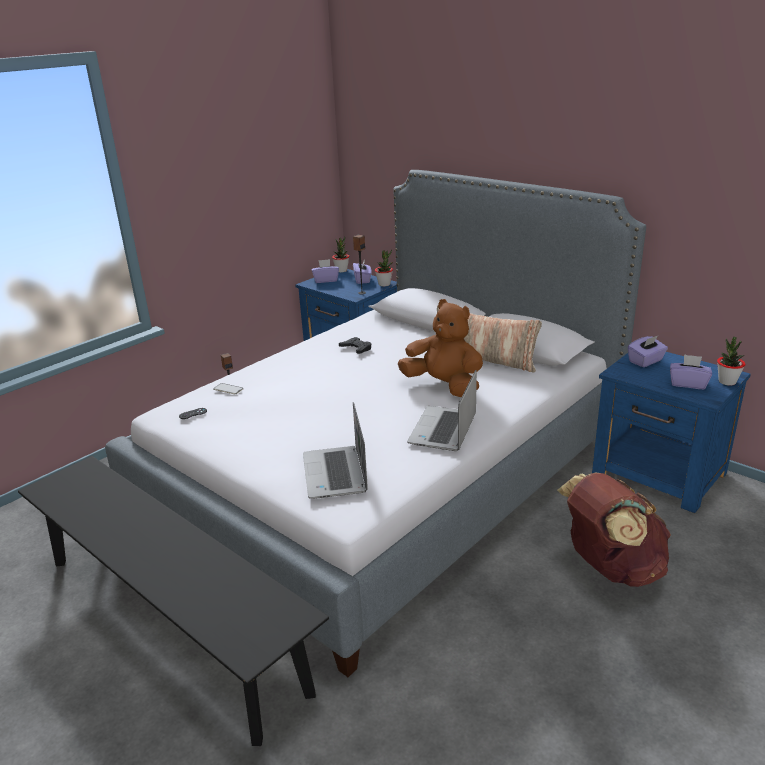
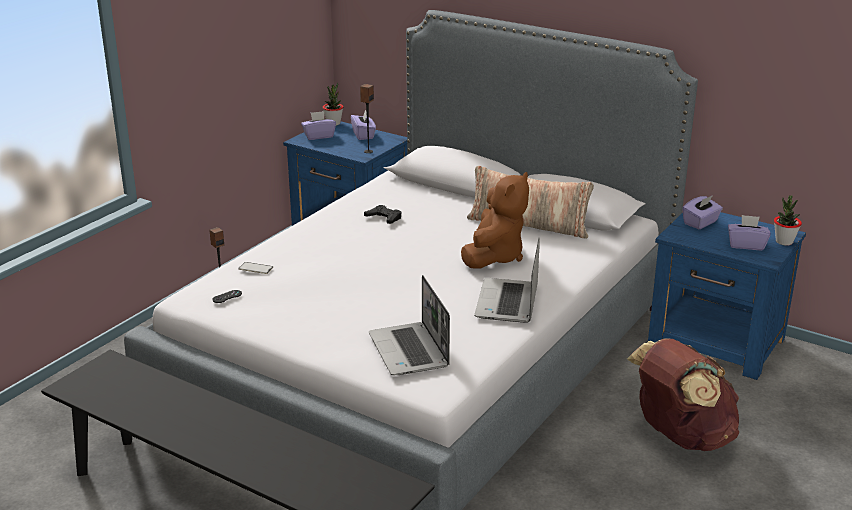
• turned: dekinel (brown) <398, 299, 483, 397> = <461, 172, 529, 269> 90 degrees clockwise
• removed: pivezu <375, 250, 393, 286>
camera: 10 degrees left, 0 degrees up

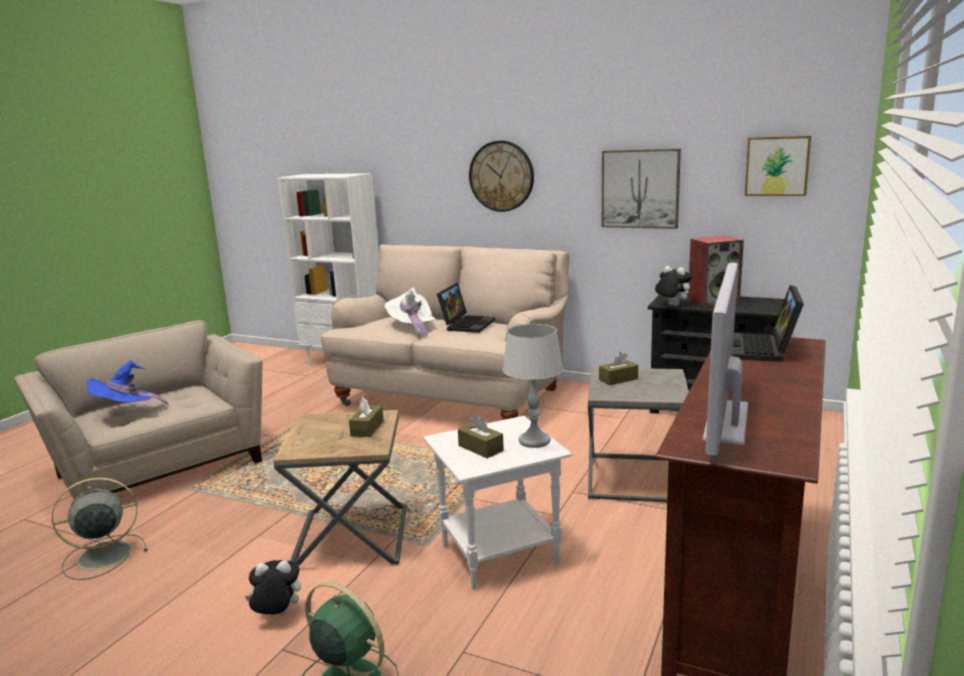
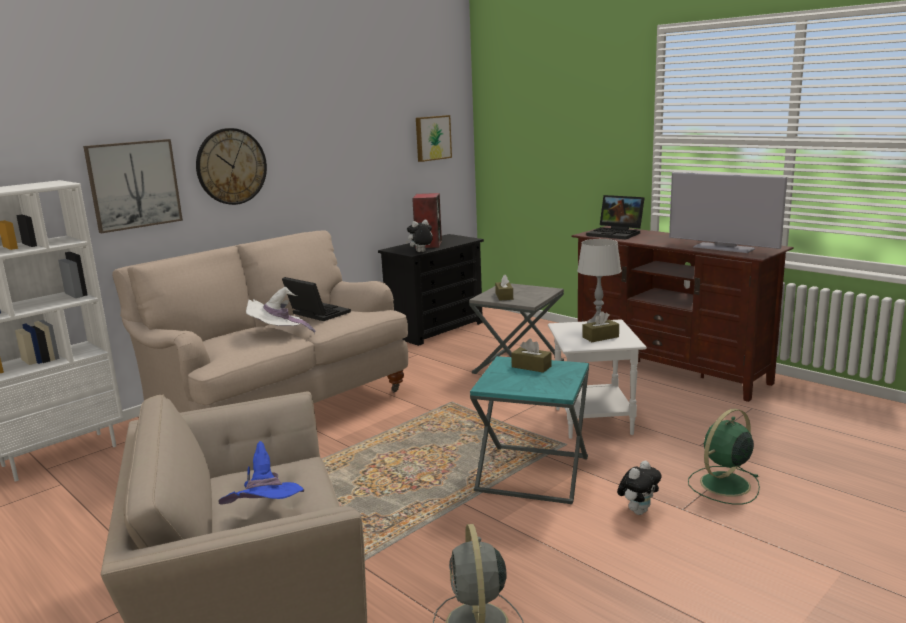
• moved: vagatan <602, 149, 681, 229> to <83, 139, 183, 233>
• recoloured: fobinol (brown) <273, 410, 407, 566> to fobinol (turquoise) <470, 356, 589, 504>
• turned: dekinel <244, 560, 301, 616> = <617, 461, 661, 515> 150 degrees counterclockwise
camera: 70 degrees left, 0 degrees up

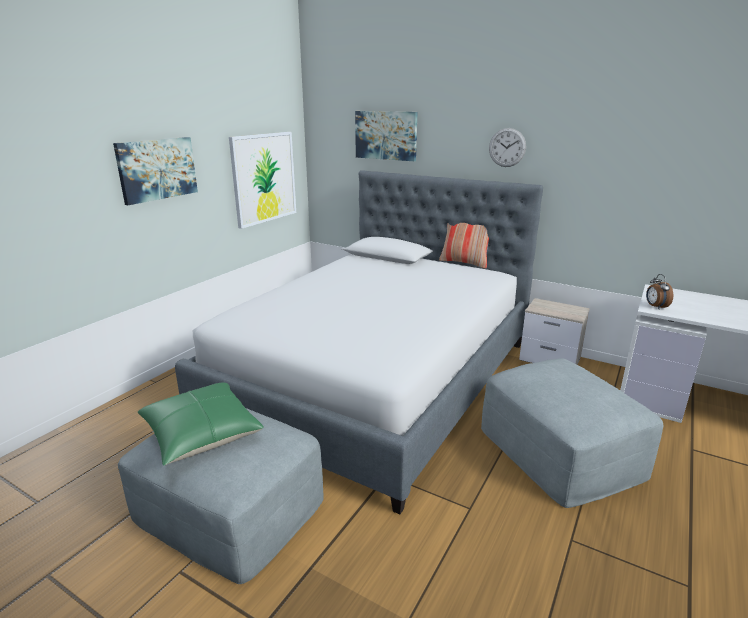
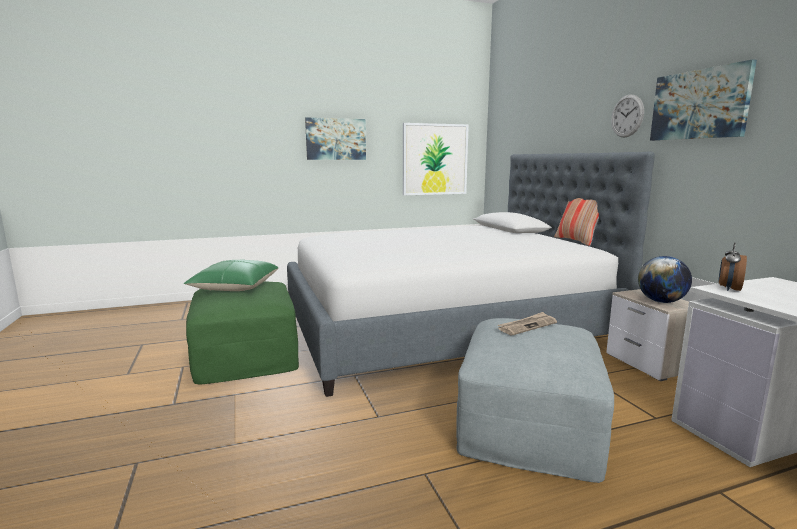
• recoloured: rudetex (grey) <118, 408, 324, 584> to rudetex (green) <186, 281, 299, 384>
• added: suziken <498, 312, 557, 335>
• added: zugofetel <638, 256, 692, 303>
• moved: vagatan <355, 111, 418, 161> to <650, 59, 757, 141>
camera: 40 degrees right, 10 degrees down

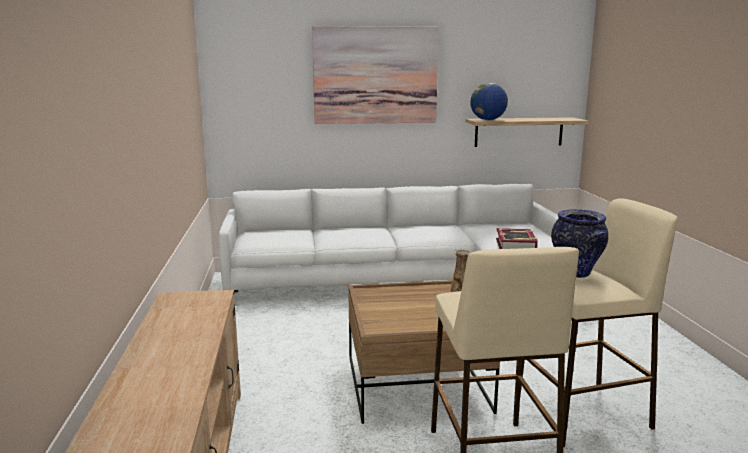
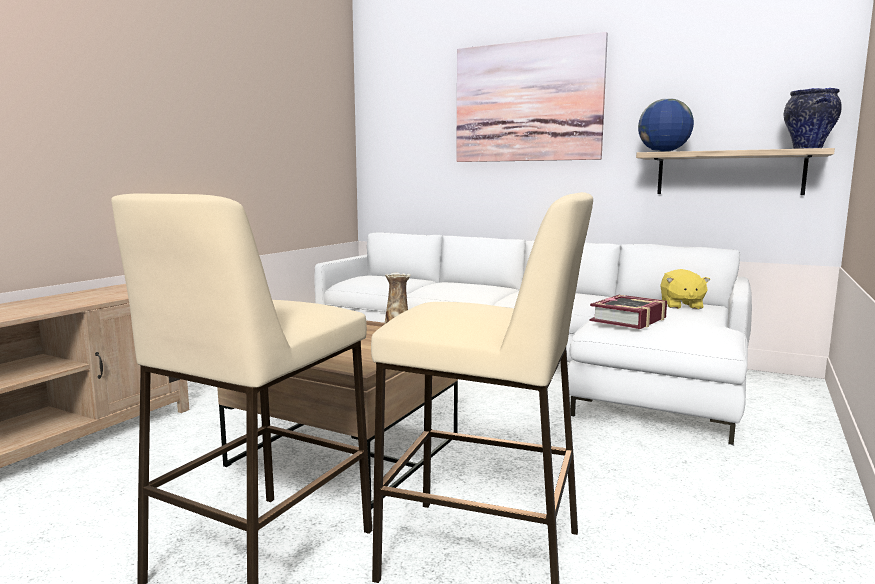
• added: dekinel (yellow) <660, 269, 711, 309>
• moved: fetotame <551, 209, 608, 278> to <783, 88, 842, 149>
camera: 35 degrees right, 5 degrees down

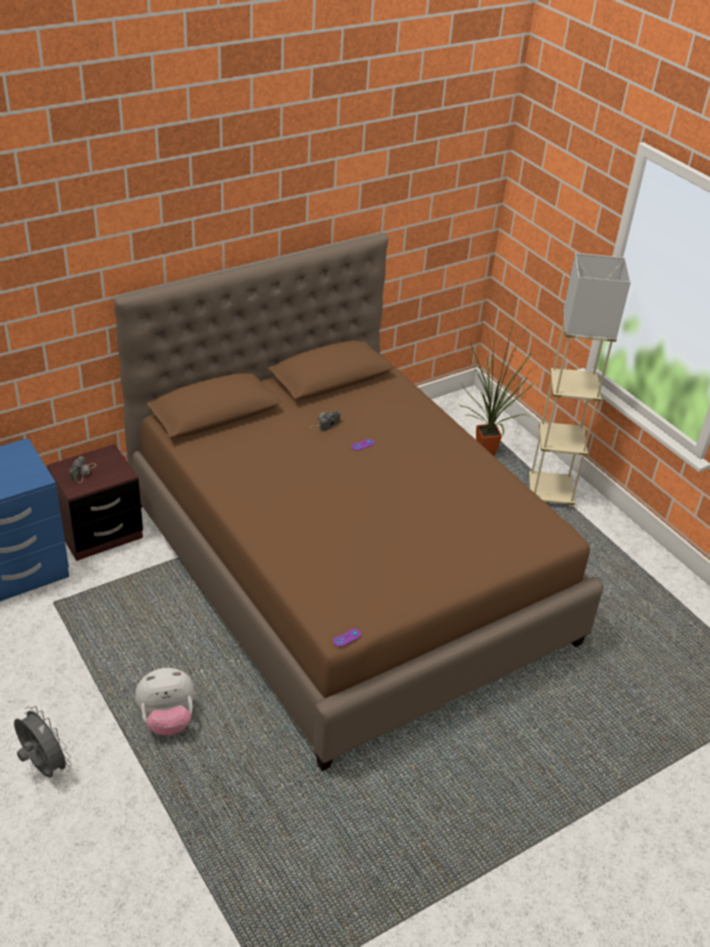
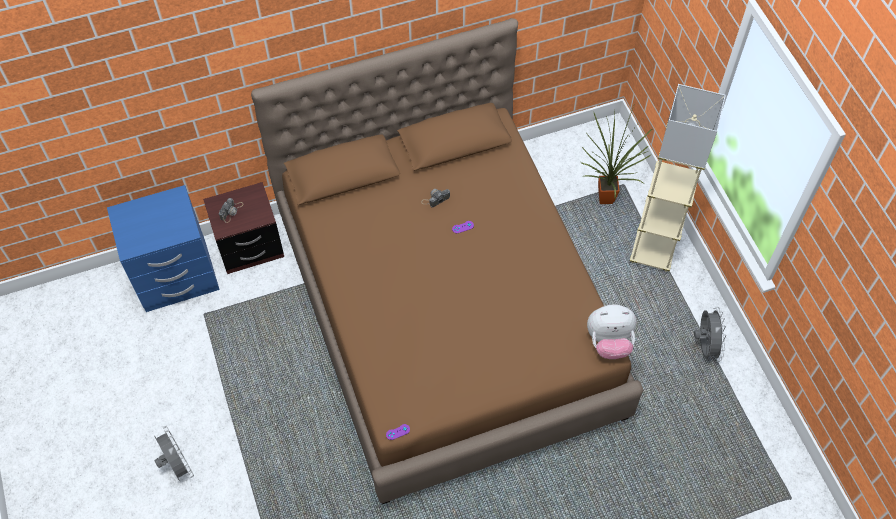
• moved: dekinel <135, 668, 194, 736> to <587, 305, 637, 359>
• added: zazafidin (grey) <694, 307, 726, 362>
camera: 15 degrees right, 20 degrees up

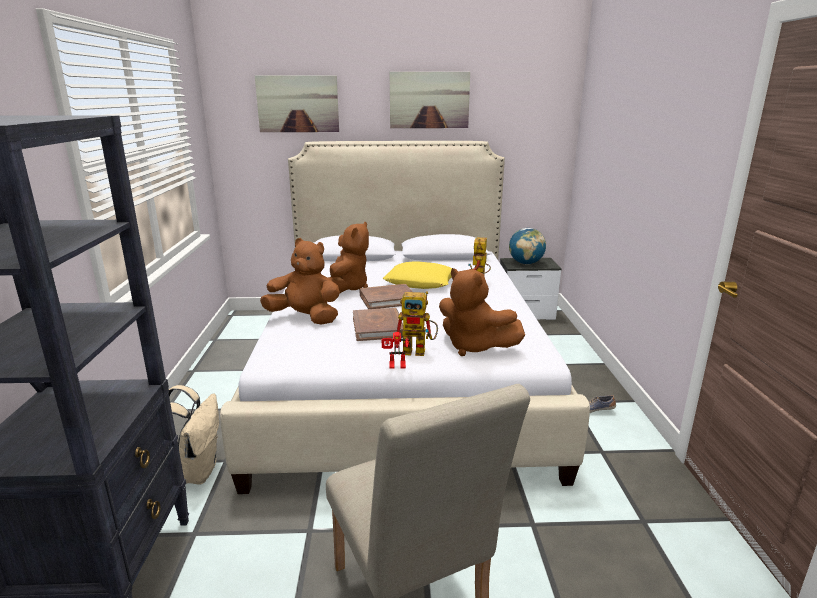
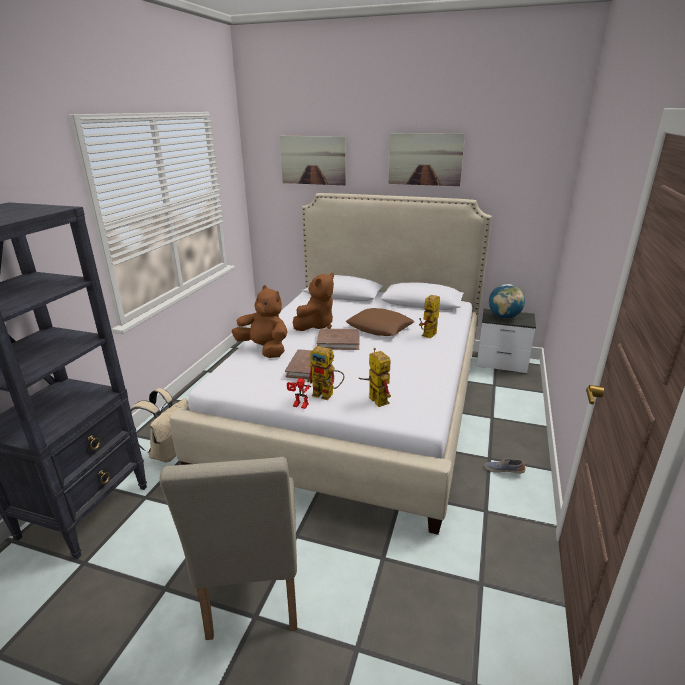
• recoloured: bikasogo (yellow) <383, 261, 452, 289> to bikasogo (brown) <346, 308, 415, 336>
• replaced: dekinel (brown) <439, 268, 525, 356> to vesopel <359, 348, 391, 407>
camera: 20 degrees right, 5 degrees up

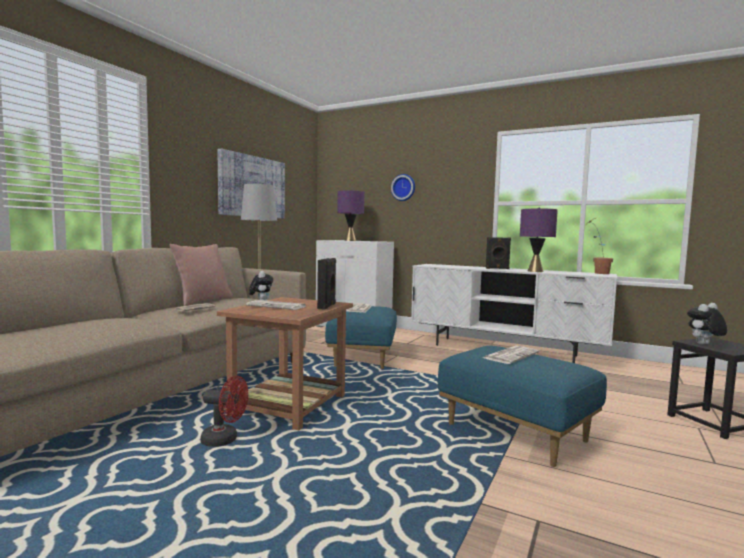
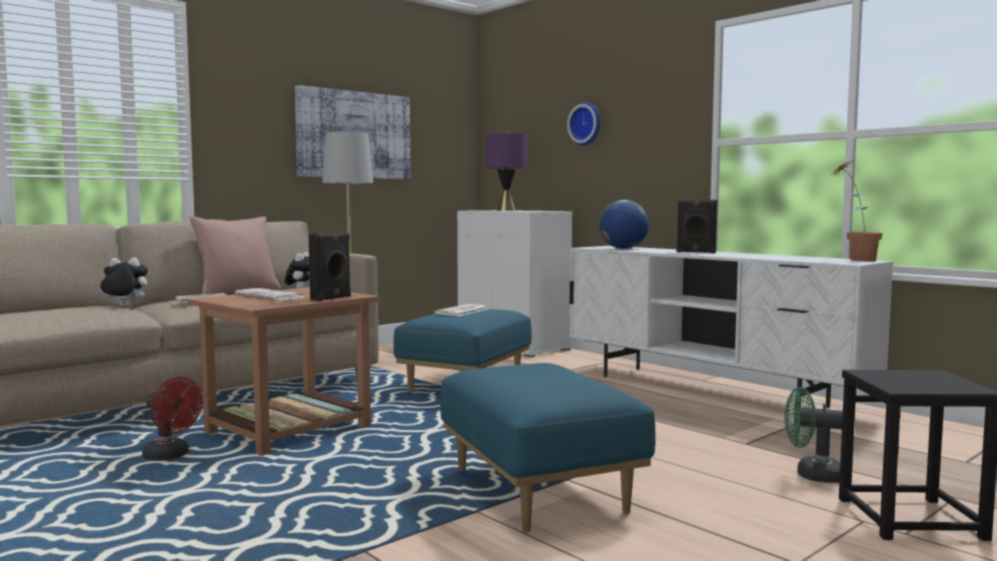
• moved: dekinel <687, 303, 727, 344> to <99, 257, 148, 308>
• added: zugofetel <599, 200, 649, 249>
• added: zazafidin (green) <785, 387, 843, 483>
• removed: suziken <483, 346, 539, 364>
• removed: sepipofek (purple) <520, 207, 558, 272>
camera: 20 degrees right, 0 degrees up

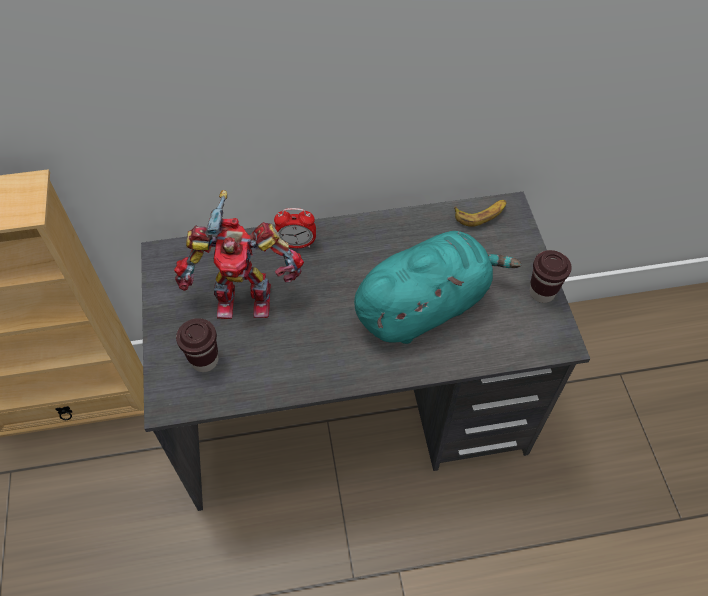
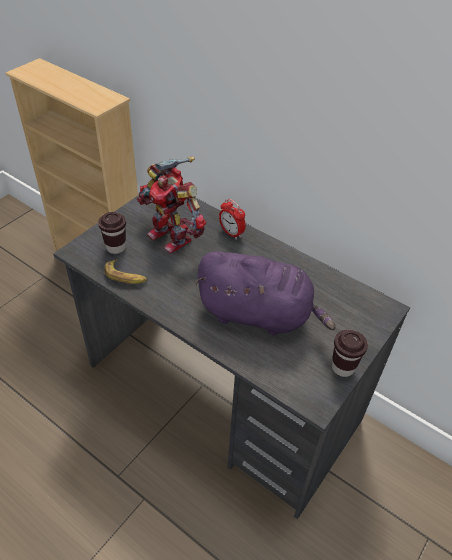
• moved: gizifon <454, 200, 507, 227> to <104, 259, 148, 284>
• recoloured: dekinel (turquoise) <354, 231, 521, 344> to dekinel (purple) <194, 251, 336, 335>
camera: 45 degrees right, 10 degrees down

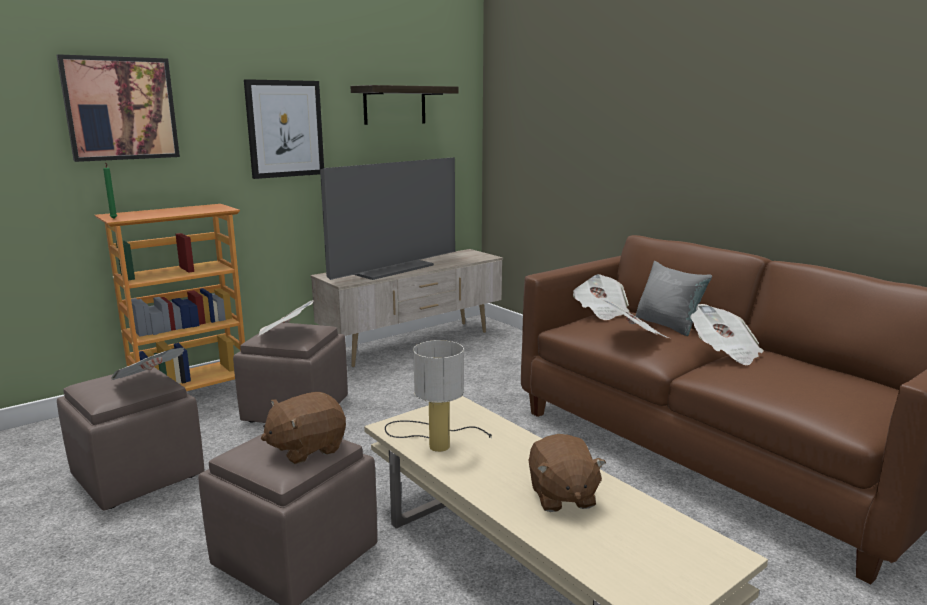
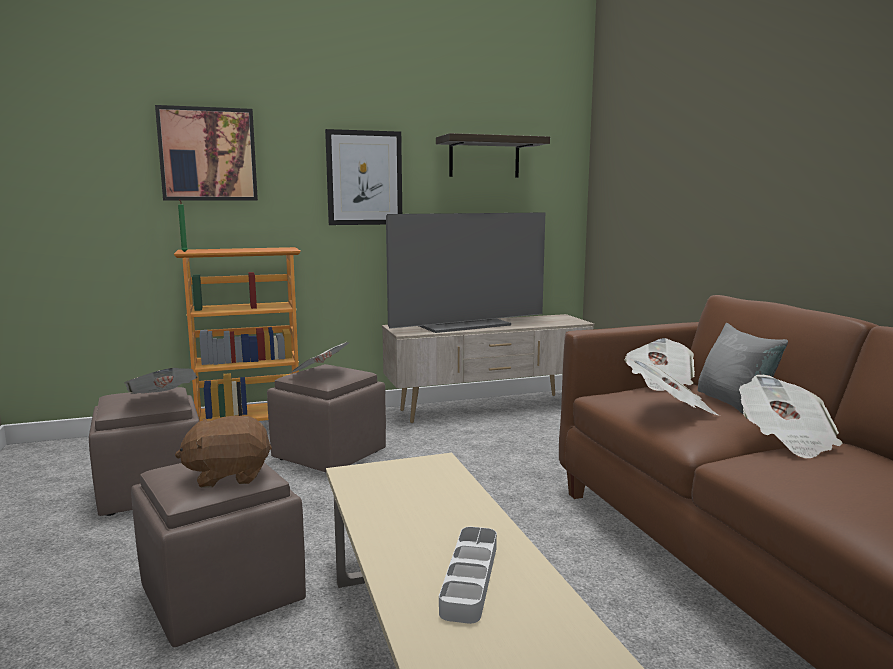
• replaced: dekinel (brown) <528, 434, 606, 512> to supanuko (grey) <439, 527, 497, 624>
• removed: sepipofek <385, 340, 492, 452>
camera: 20 degrees right, 5 degrees down

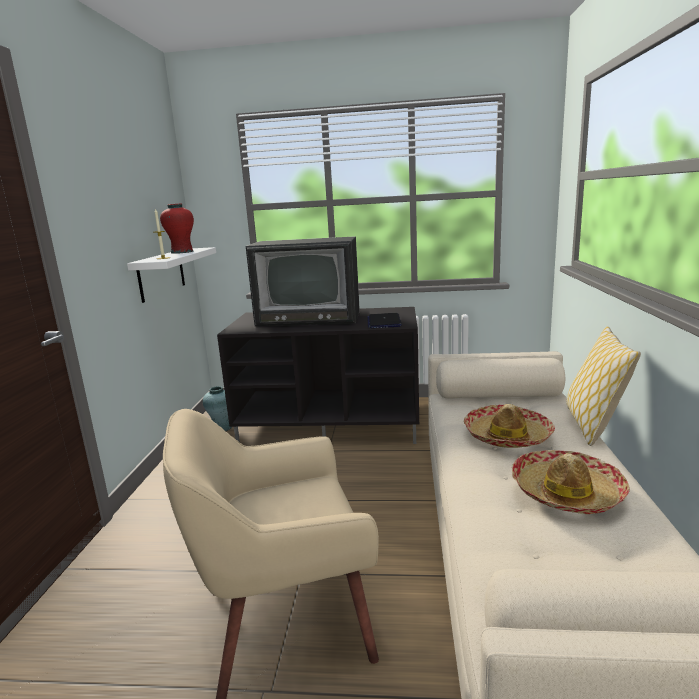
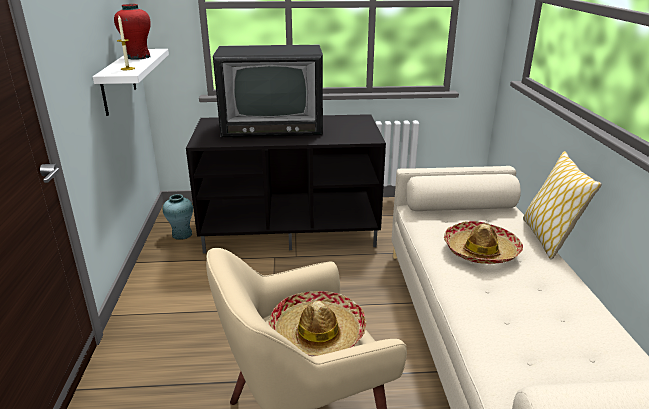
• moved: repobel <512, 450, 630, 514> to <268, 291, 366, 356>
• removed: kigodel <367, 313, 402, 328>
camera: 10 degrees left, 10 degrees up

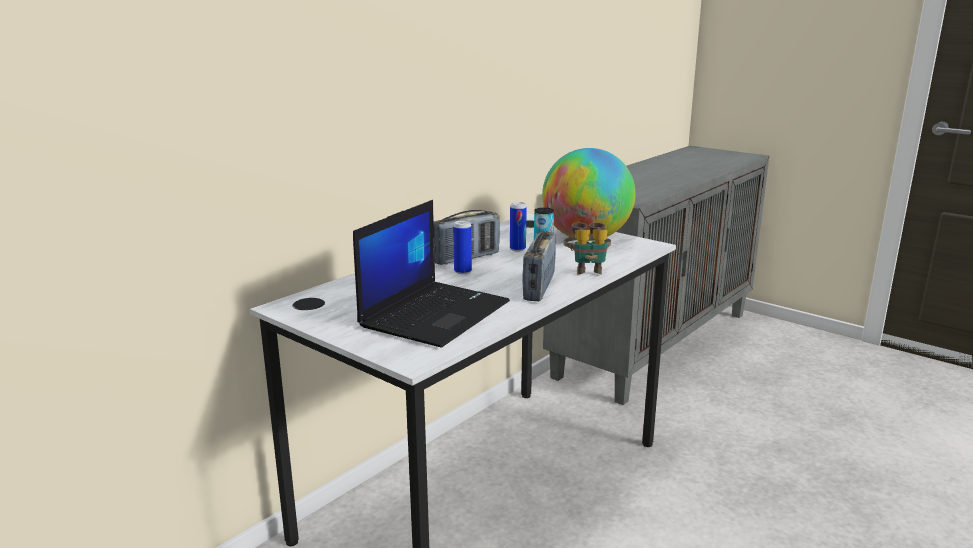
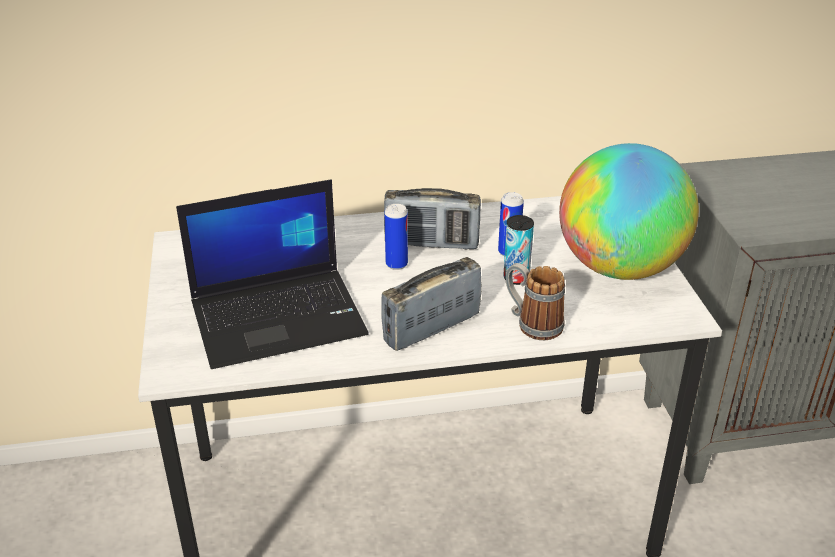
• replaced: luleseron <563, 222, 611, 275> to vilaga <505, 263, 565, 340>
camera: 40 degrees right, 15 degrees up

